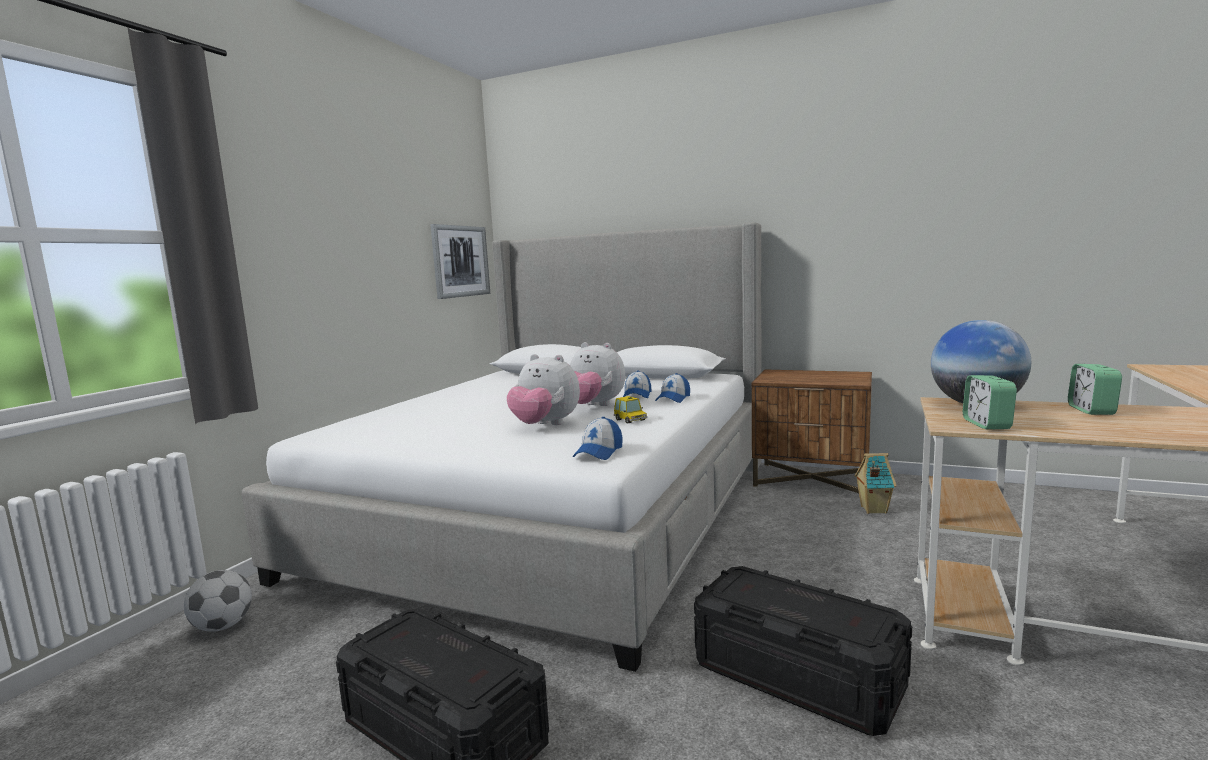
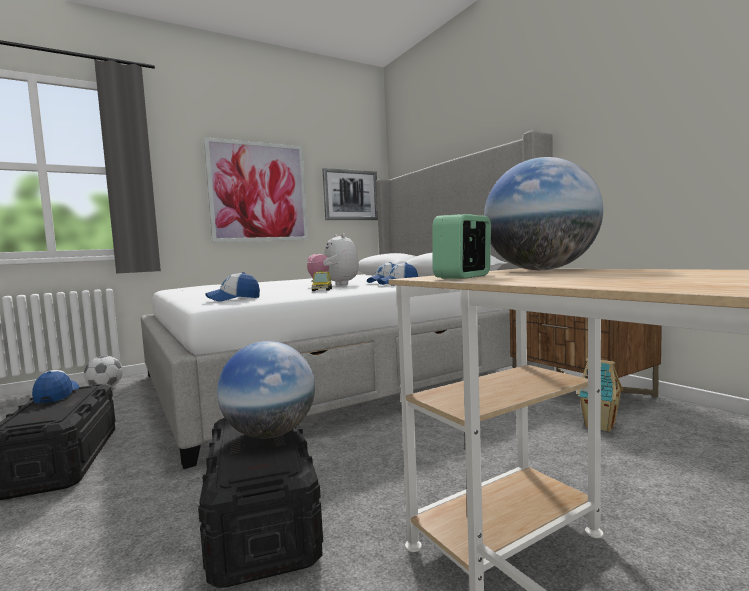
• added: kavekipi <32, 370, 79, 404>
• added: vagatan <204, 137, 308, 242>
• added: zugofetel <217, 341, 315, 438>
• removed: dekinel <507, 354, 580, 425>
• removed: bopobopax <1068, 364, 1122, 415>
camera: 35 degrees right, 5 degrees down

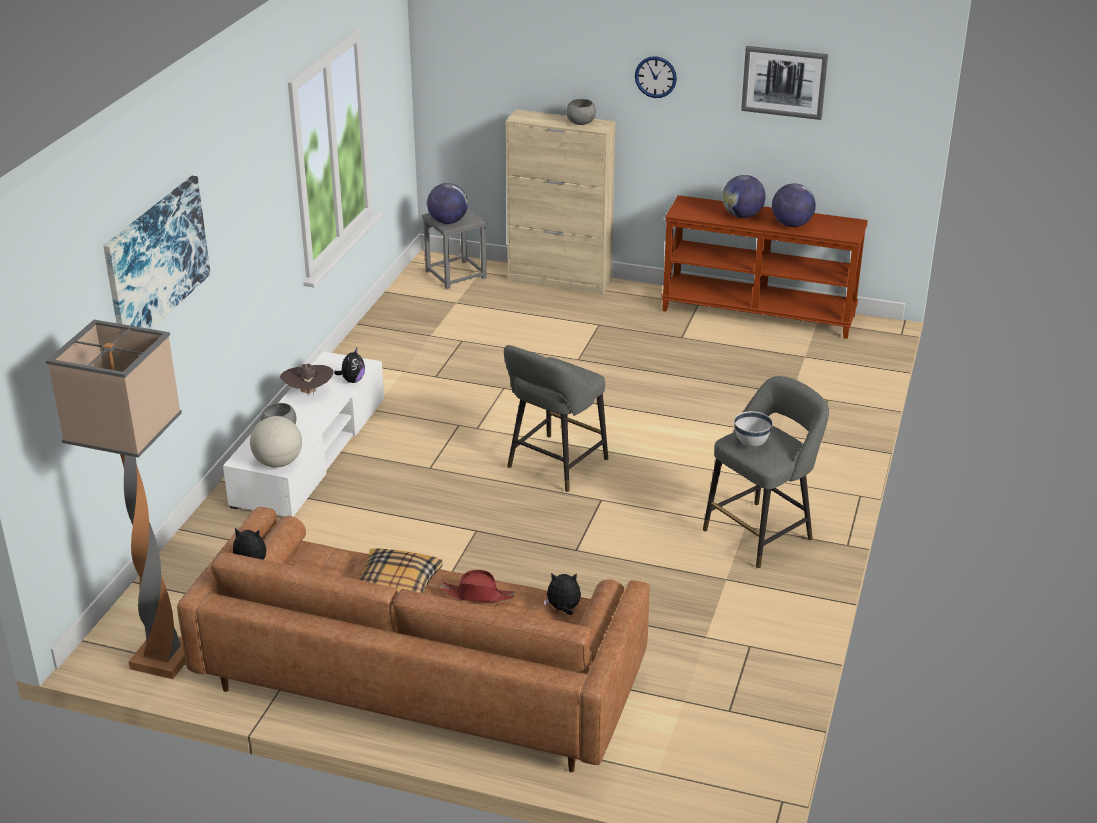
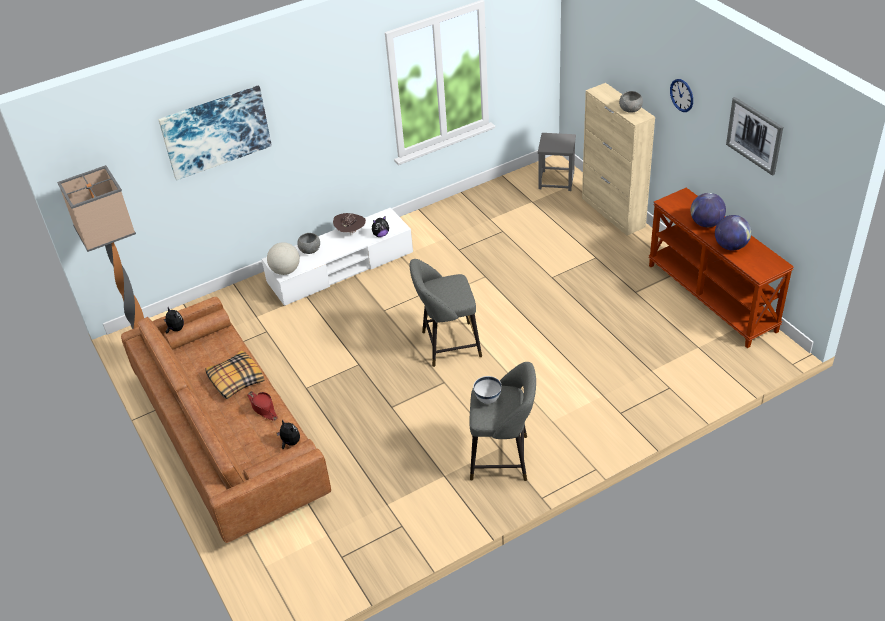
• removed: zugofetel <427, 183, 468, 224>
camera: 45 degrees right, 10 degrees up

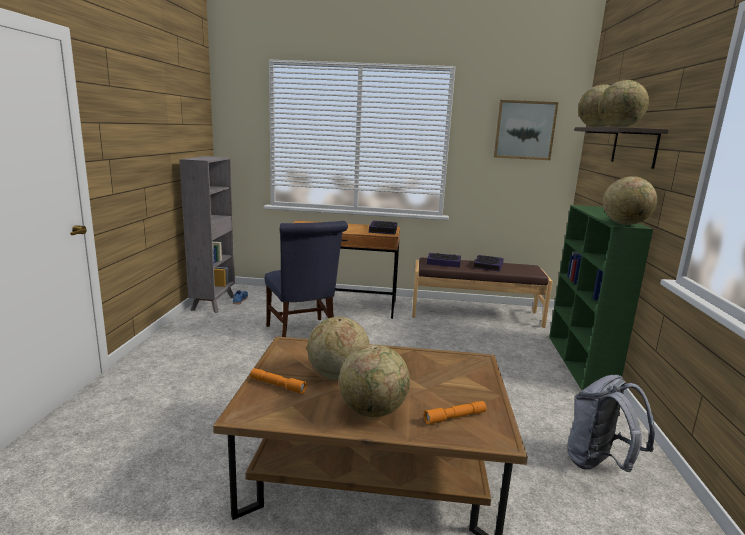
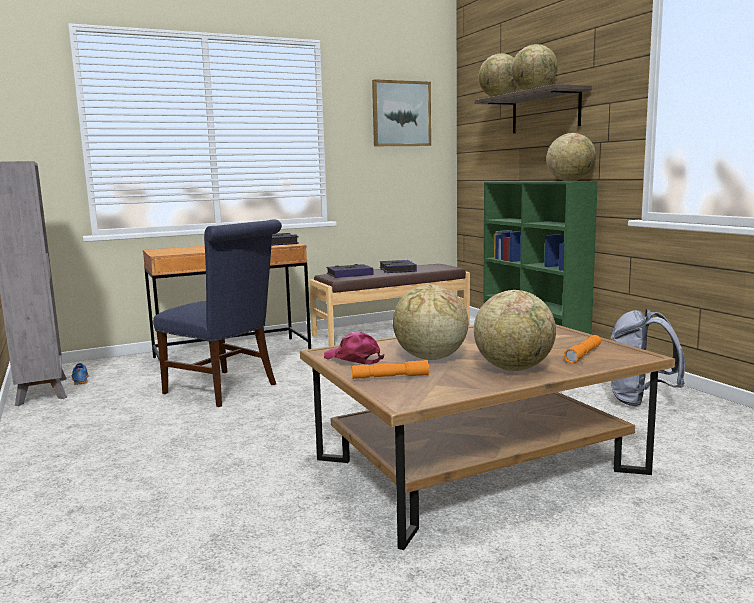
• added: kavekipi (pink) <324, 332, 384, 364>
camera: 30 degrees left, 5 degrees down

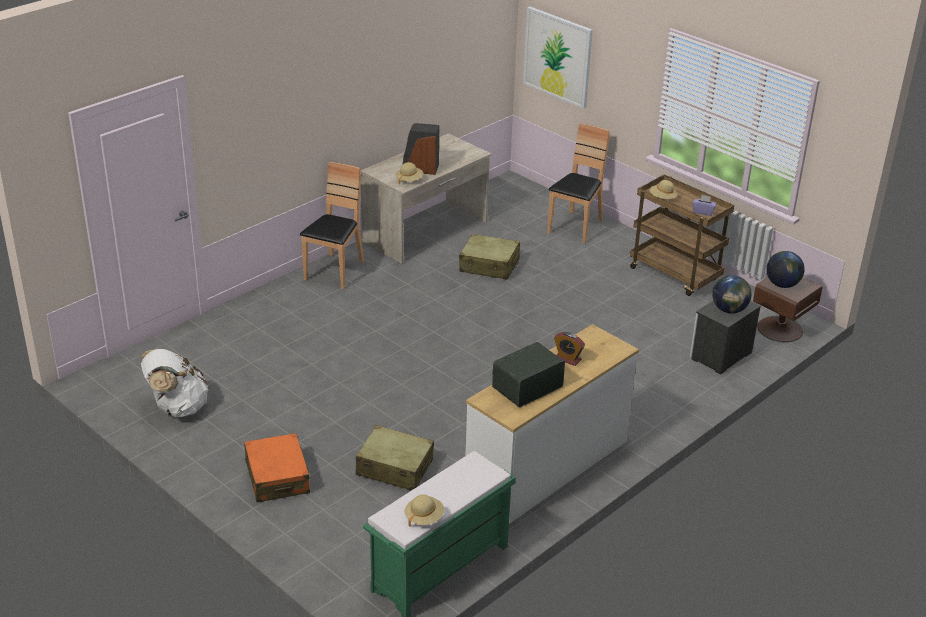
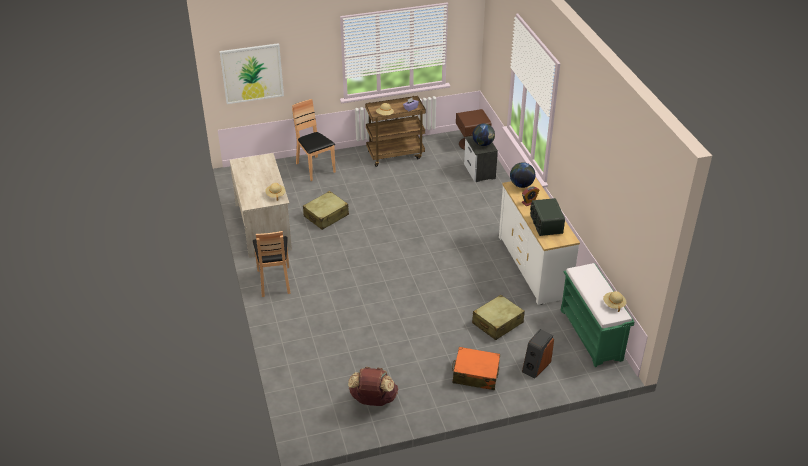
• turned: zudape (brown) <300, 162, 364, 289> = <253, 231, 291, 297> 150 degrees counterclockwise
• recoloured: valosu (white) <141, 349, 209, 418> to valosu (brown) <348, 367, 398, 406>
• moved: zugofetel <766, 251, 805, 288> to <510, 162, 535, 188>
• moved: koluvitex <402, 123, 439, 175> to <522, 329, 554, 379>
camera: 60 degrees left, 5 degrees up

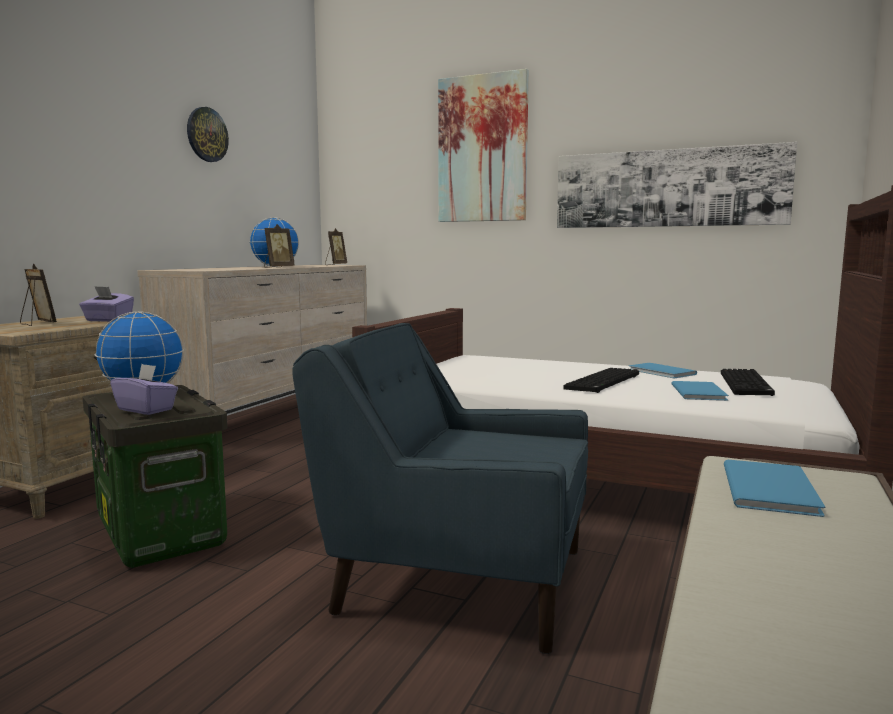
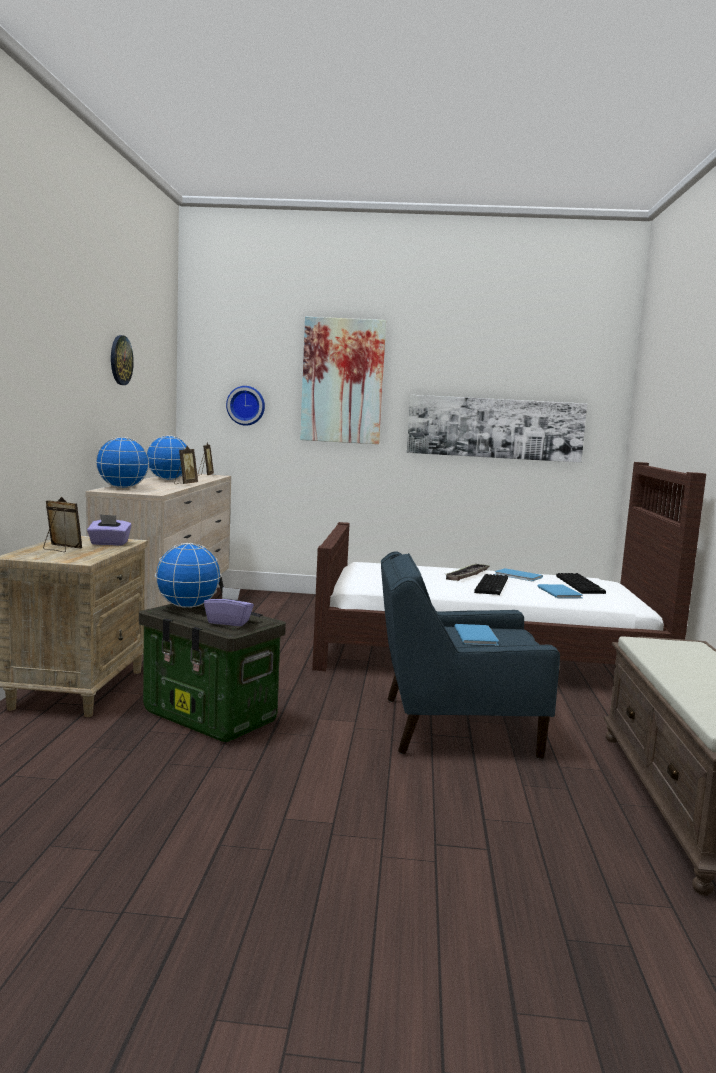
• added: zugofetel <96, 437, 149, 488>
• added: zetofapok <226, 386, 265, 426>
• added: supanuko <446, 564, 491, 581>
• moved: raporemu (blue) <724, 460, 825, 517> to <454, 624, 499, 646>
camera: 20 degrees left, 0 degrees up

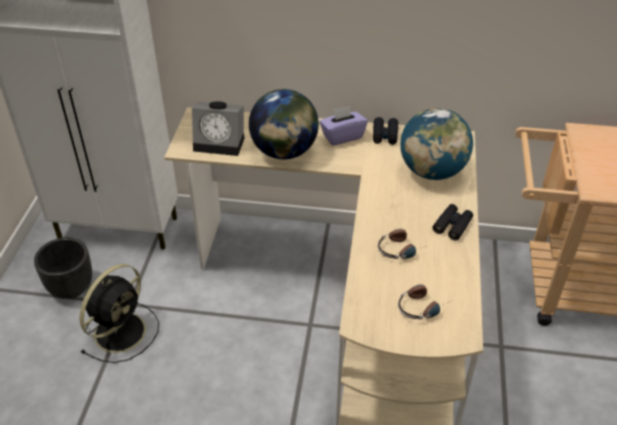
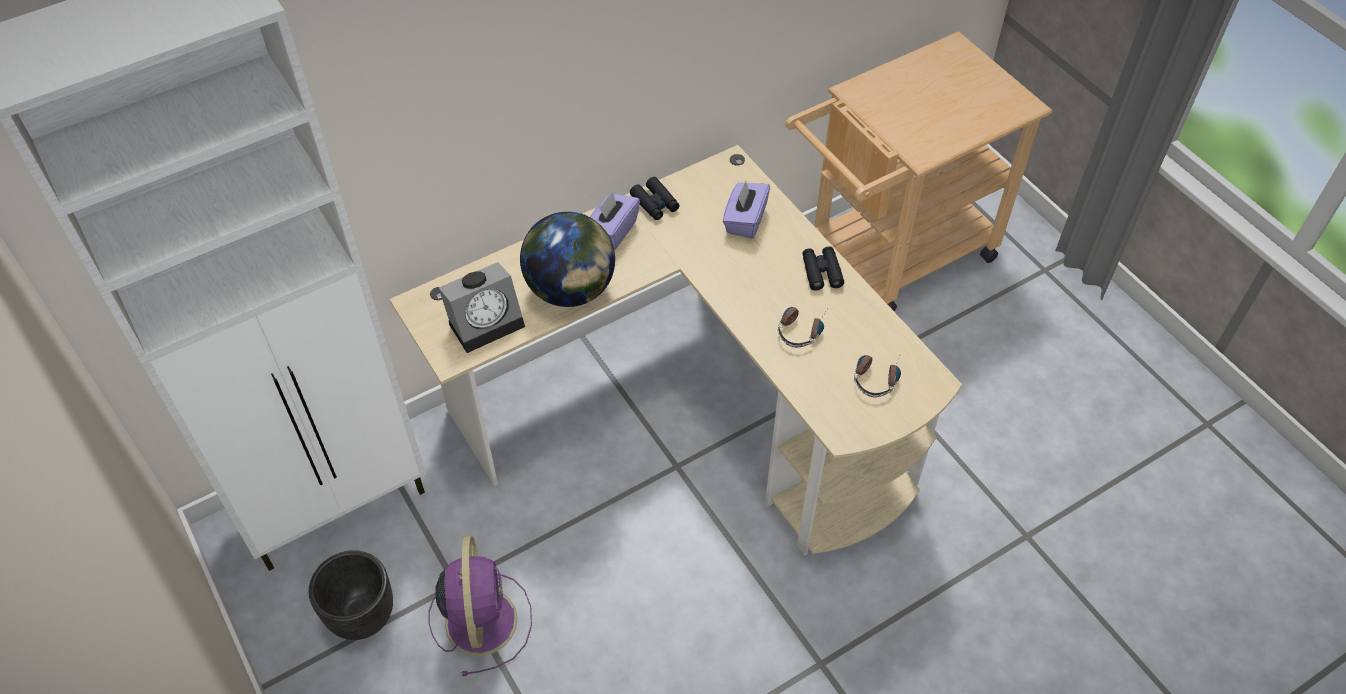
• recoloured: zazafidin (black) <79, 264, 159, 363> to zazafidin (purple) <428, 536, 532, 676>
• replaced: zugofetel <400, 108, 473, 180> to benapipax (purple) <723, 181, 770, 238>
camera: 40 degrees left, 10 degrees up

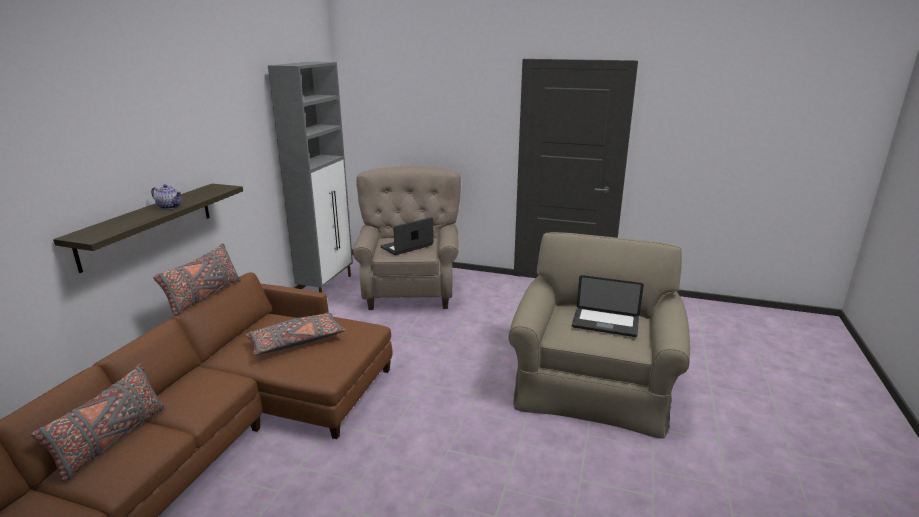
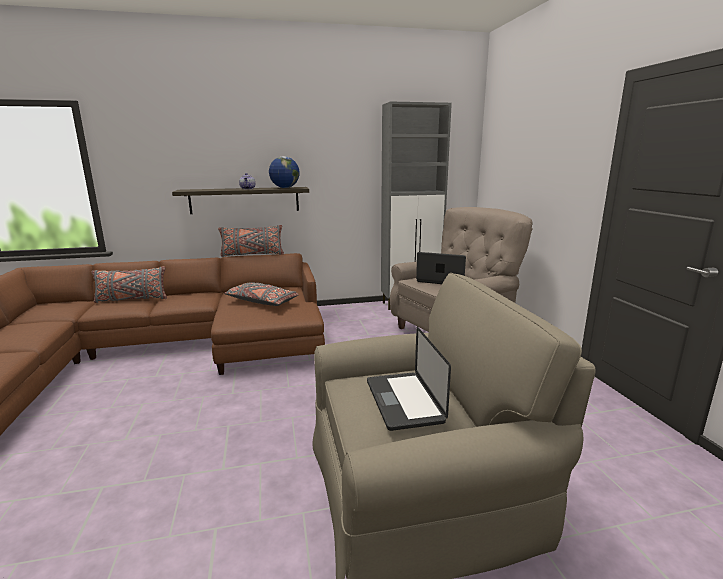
• added: zugofetel <269, 156, 300, 188>
camera: 60 degrees right, 5 degrees down

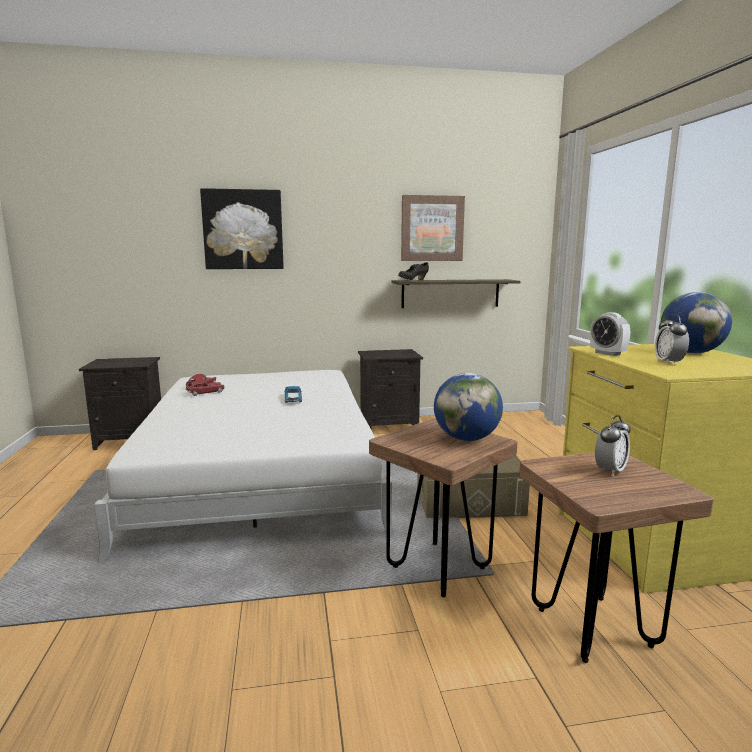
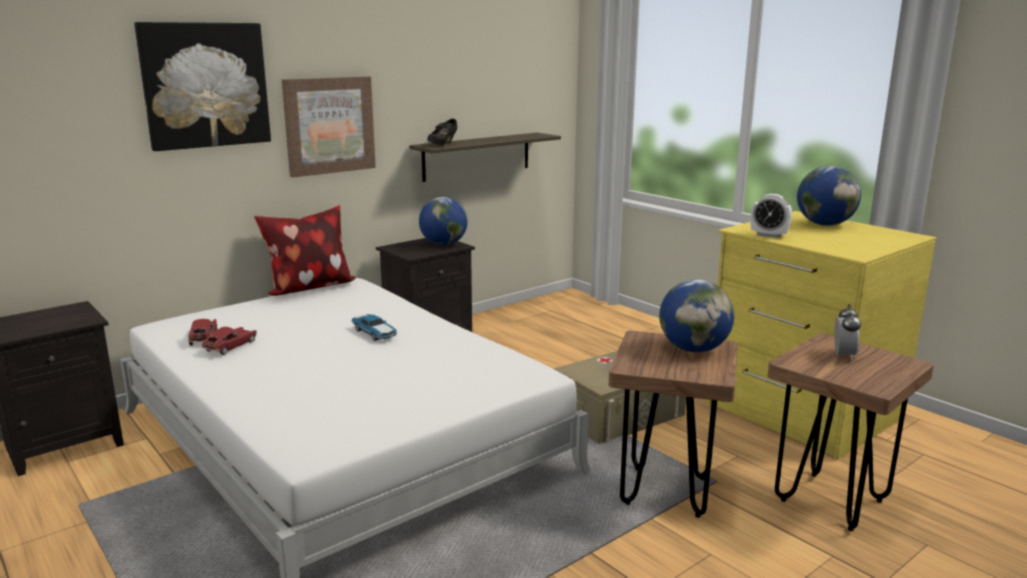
• added: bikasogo <254, 205, 355, 296>
• moved: vagatan <401, 195, 465, 261> to <282, 76, 376, 177>
• added: zugofetel <419, 197, 468, 246>
• removed: bopobopax <655, 314, 689, 365>
camera: 30 degrees left, 5 degrees up

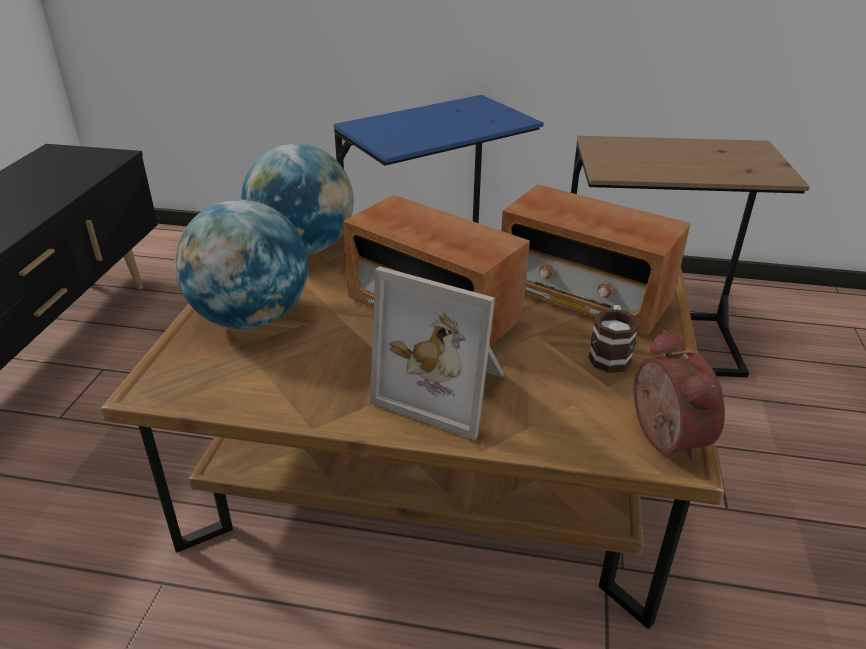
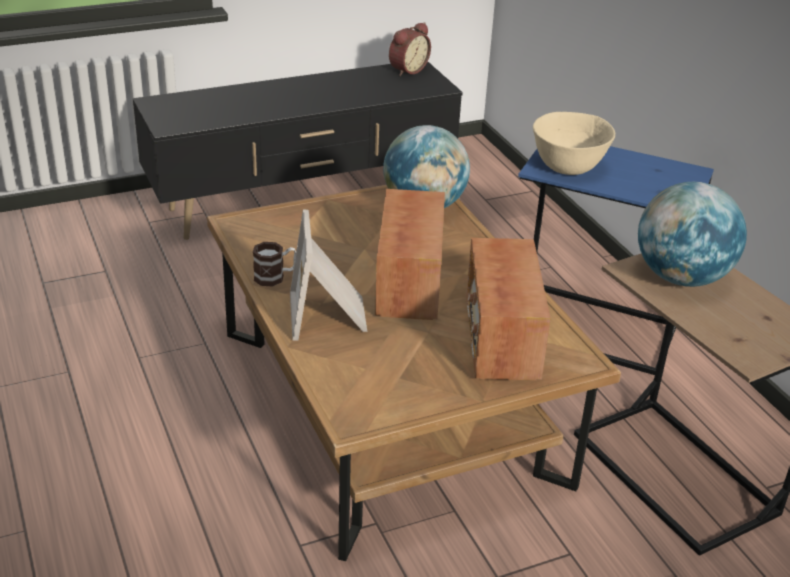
• moved: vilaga <588, 305, 639, 373> to <253, 242, 296, 287>
• moved: bopobopax <633, 330, 725, 462> to <389, 22, 431, 76>
• added: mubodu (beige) <533, 112, 615, 175>
• moved: zugofetel <174, 200, 308, 329> to <638, 182, 747, 287>
camera: 55 degrees right, 0 degrees up

